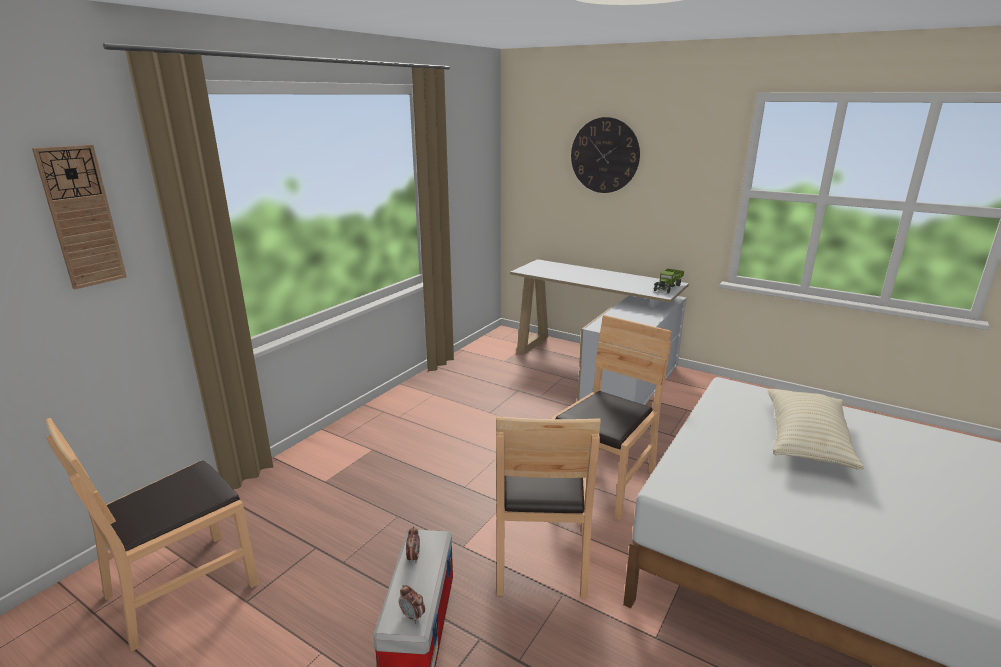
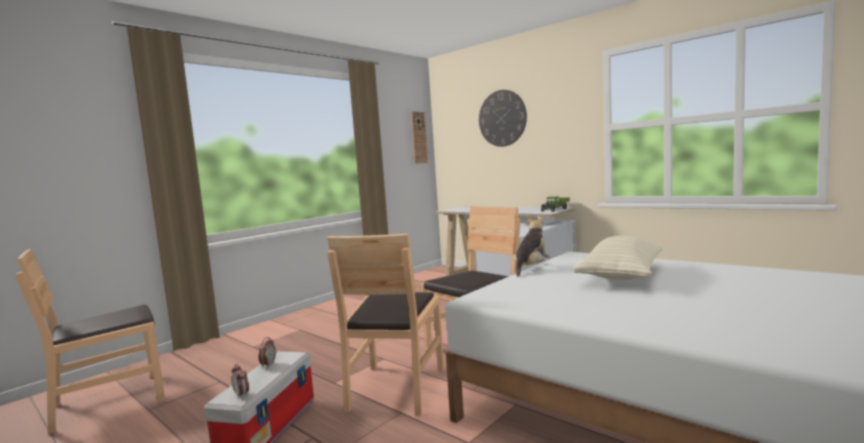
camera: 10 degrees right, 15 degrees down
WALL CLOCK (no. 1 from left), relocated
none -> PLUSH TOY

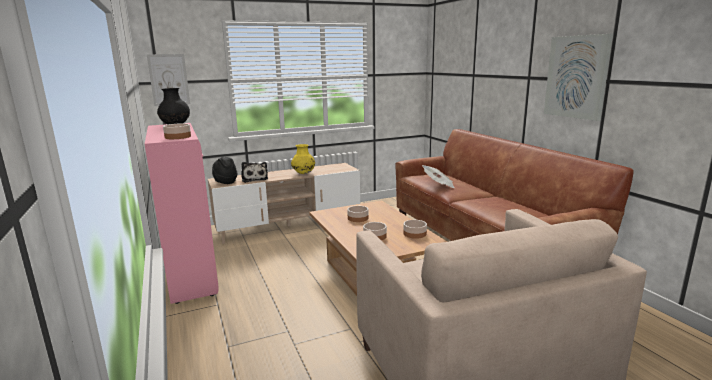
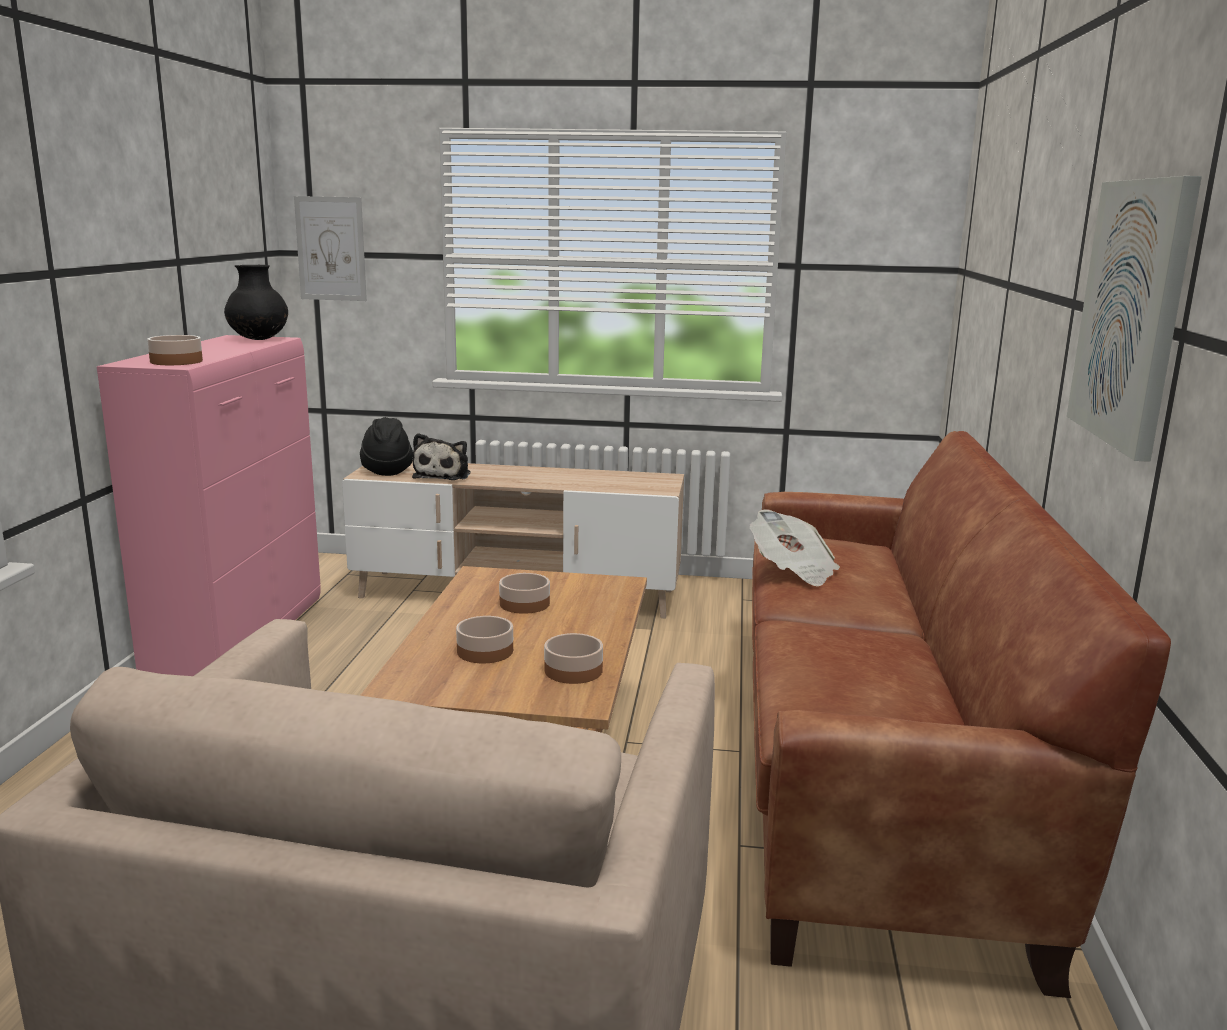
camera: 30 degrees right, 0 degrees up
YELLOW VASE -> none

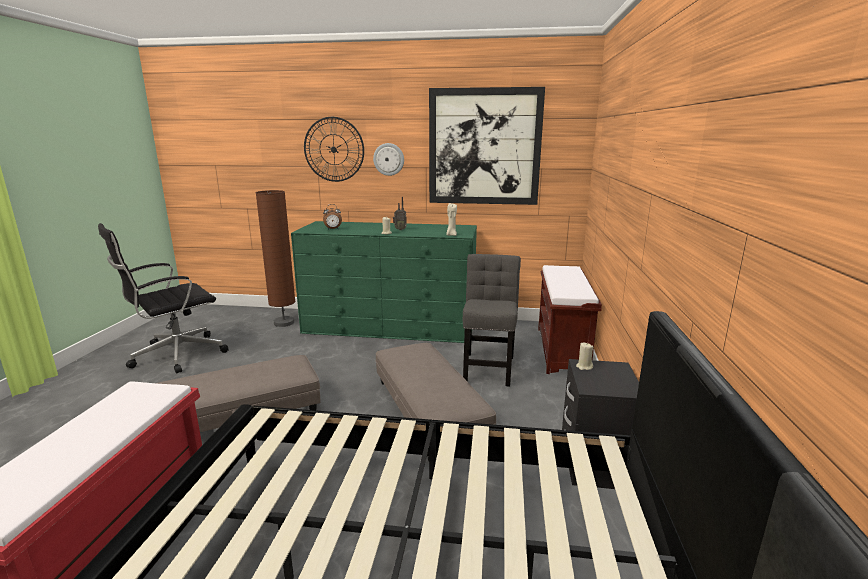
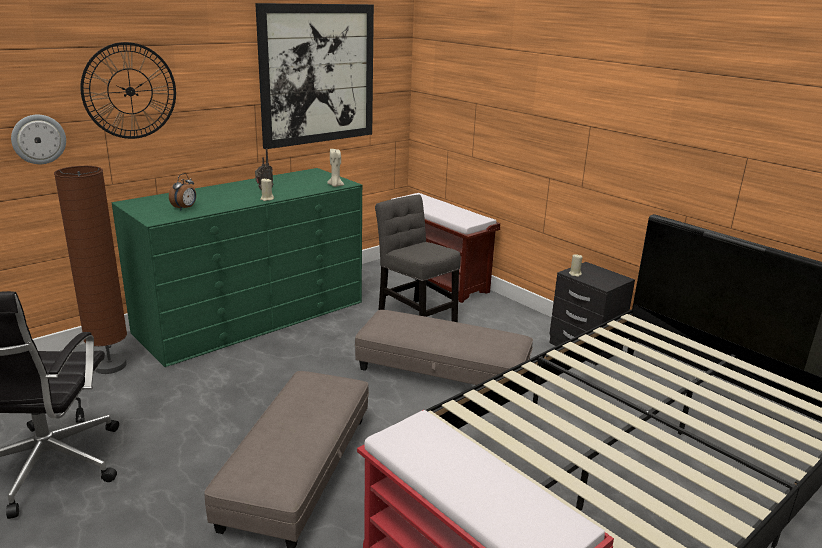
camera: 50 degrees left, 5 degrees up
WALL CLOCK (no. 2 from left in the first image) -> WALL CLOCK (no. 1 from left), relocated

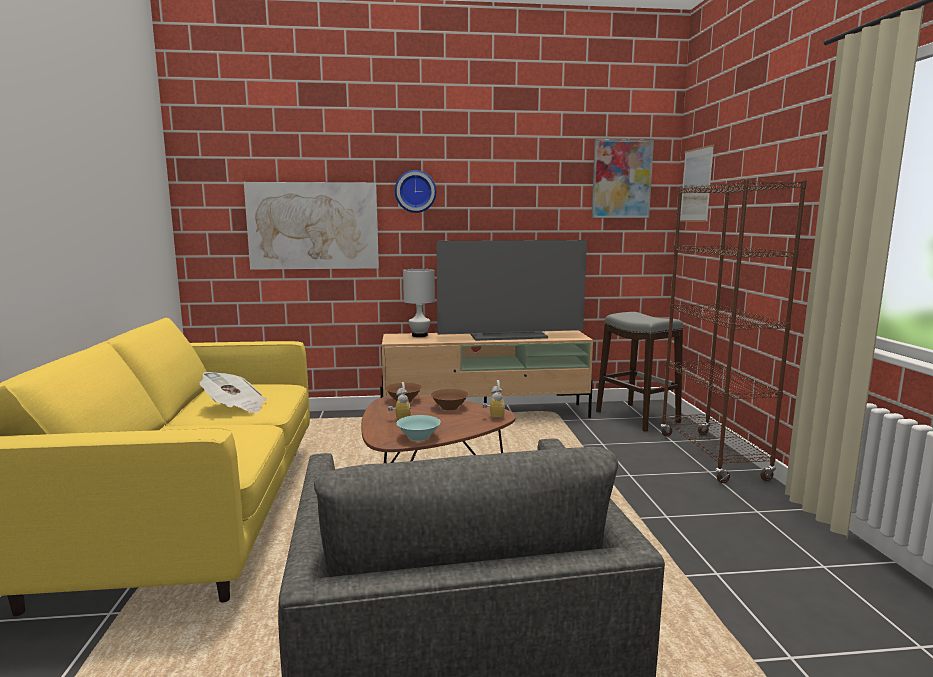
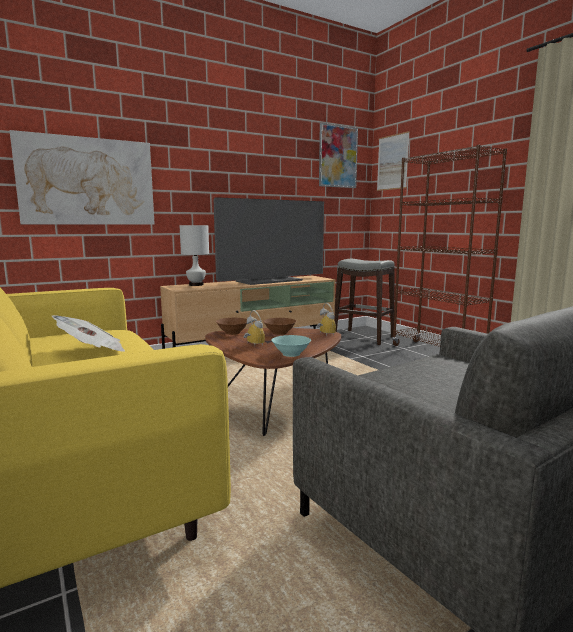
camera: 25 degrees left, 0 degrees up
WALL CLOCK -> none

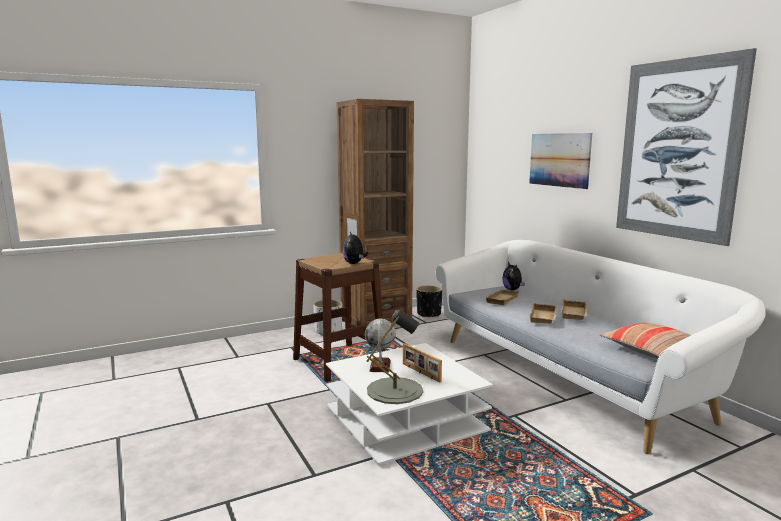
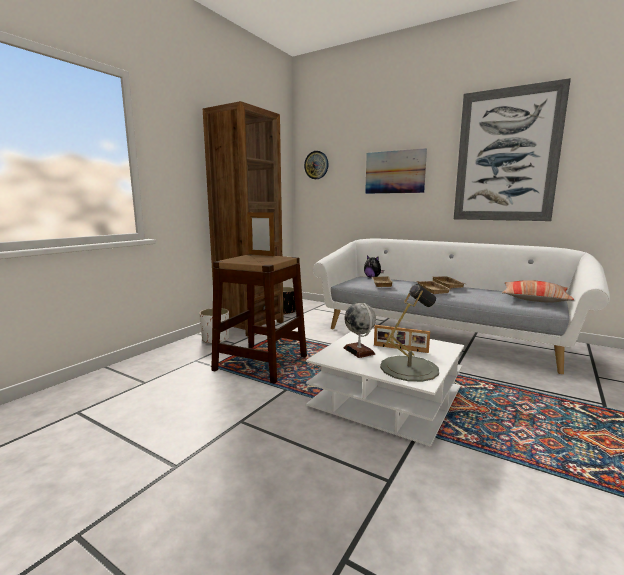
camera: 30 degrees left, 0 degrees up
PLUSH TOY (no. 1 from left) -> none
none -> WALL CLOCK

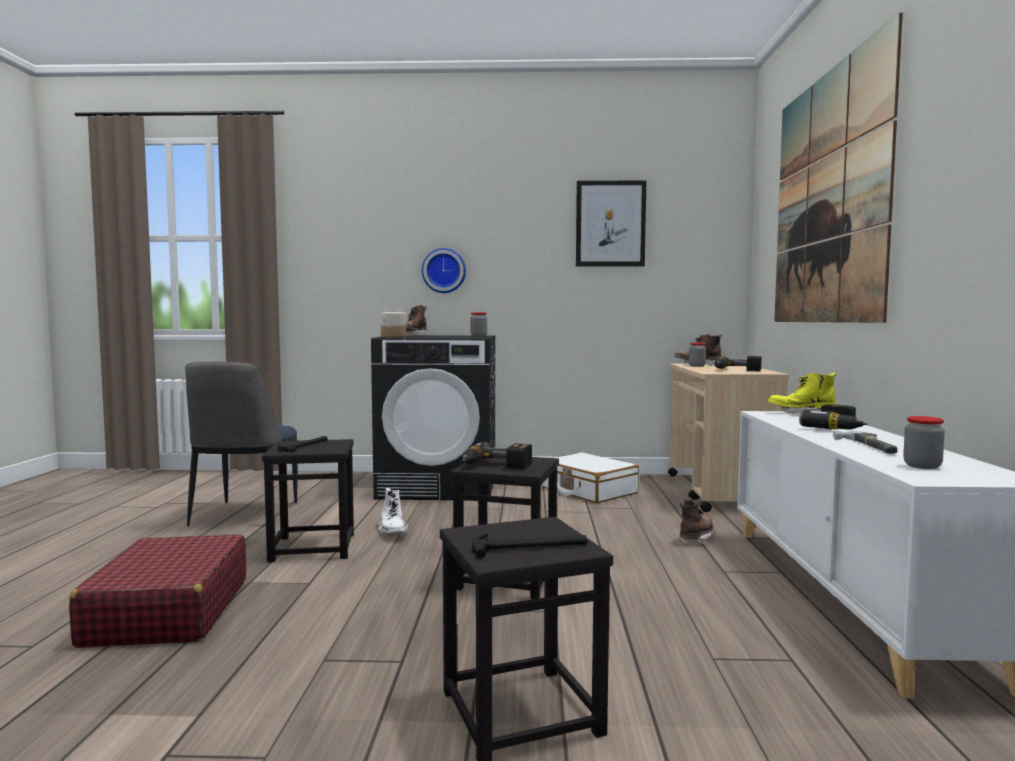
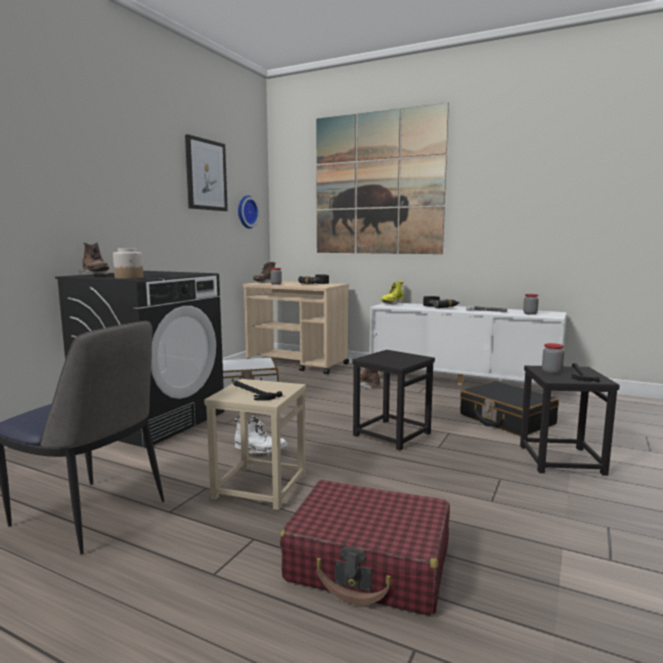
camera: 65 degrees left, 5 degrees up
WALL CLOCK, relocated
JAR (no. 2 from left in the first image) -> JAR (no. 4 from left), relocated
BLACK STOOL (no. 1 from left) -> BEIGE STOOL
POWER DRILL (no. 1 from left) -> none
none -> BLACK SUITCASE

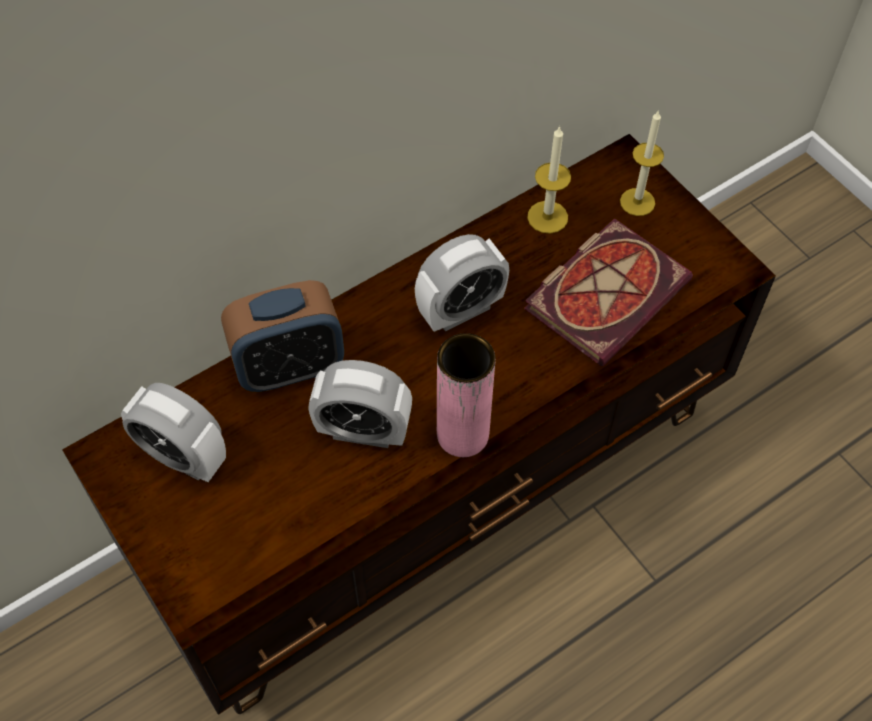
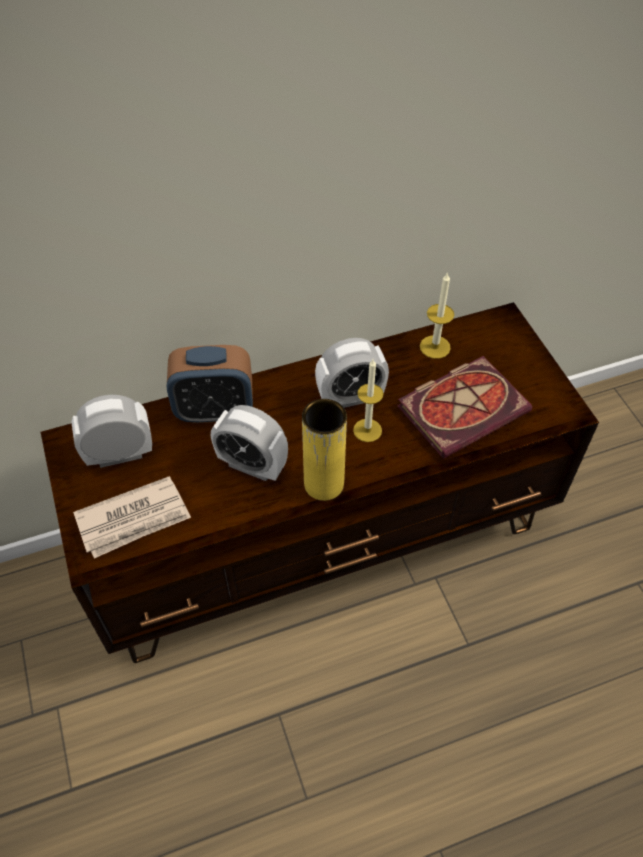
camera: 15 degrees right, 5 degrees down
CANDLE (no. 2 from left in the first image) -> CANDLE (no. 1 from left), relocated
PINK VASE -> YELLOW VASE
ALARM CLOCK (no. 1 from left), 120 degrees clockwise
none -> NEWSPAPER

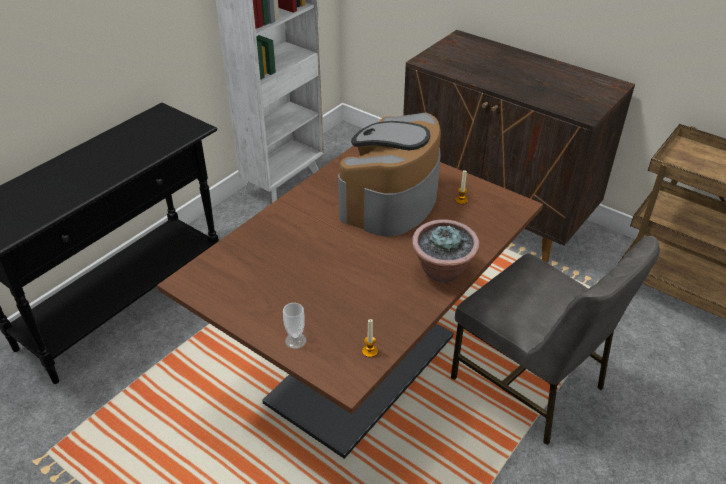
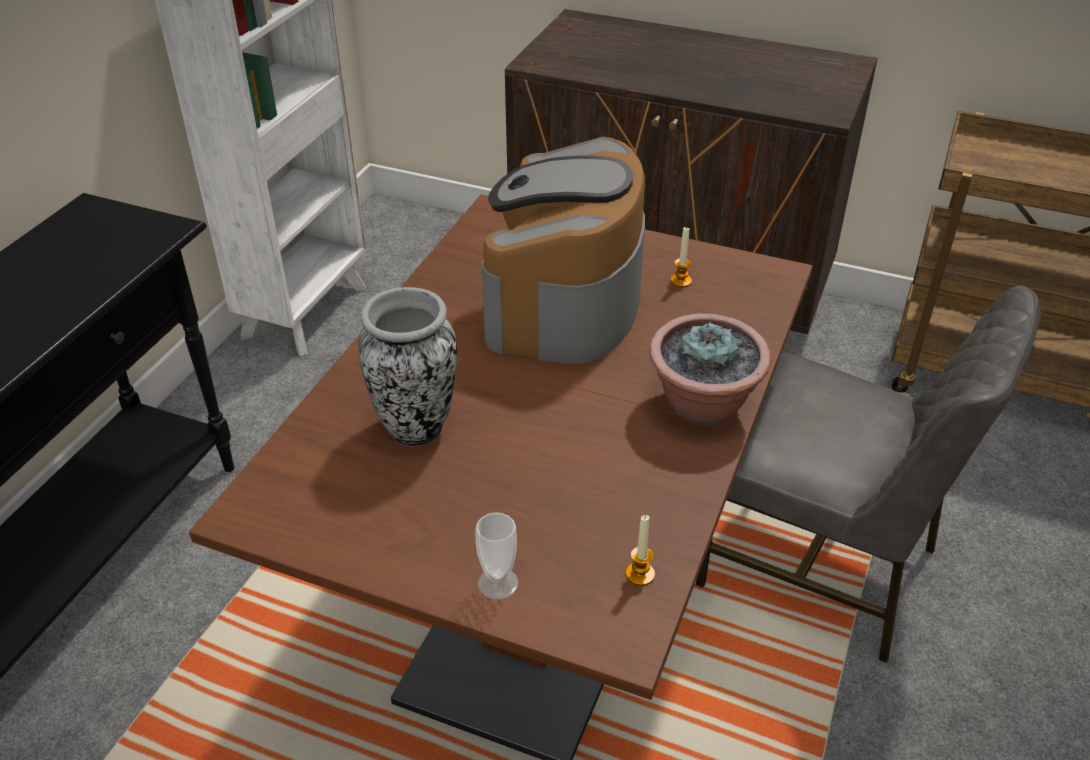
camera: 15 degrees left, 0 degrees up
none -> VASE

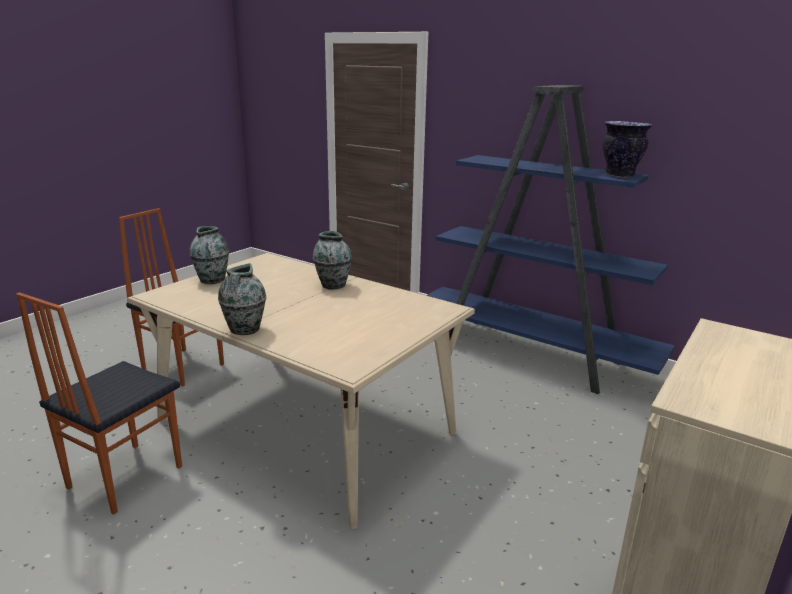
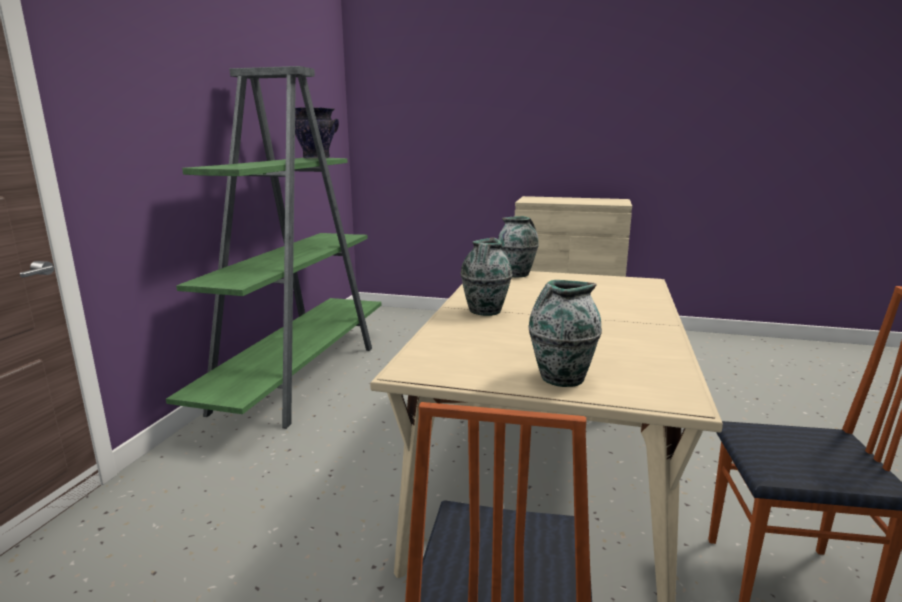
camera: 110 degrees left, 5 degrees down
BLUE BOOKCASE -> GREEN BOOKCASE
VASE (no. 2 from left in the first image) -> VASE (no. 3 from left), relocated

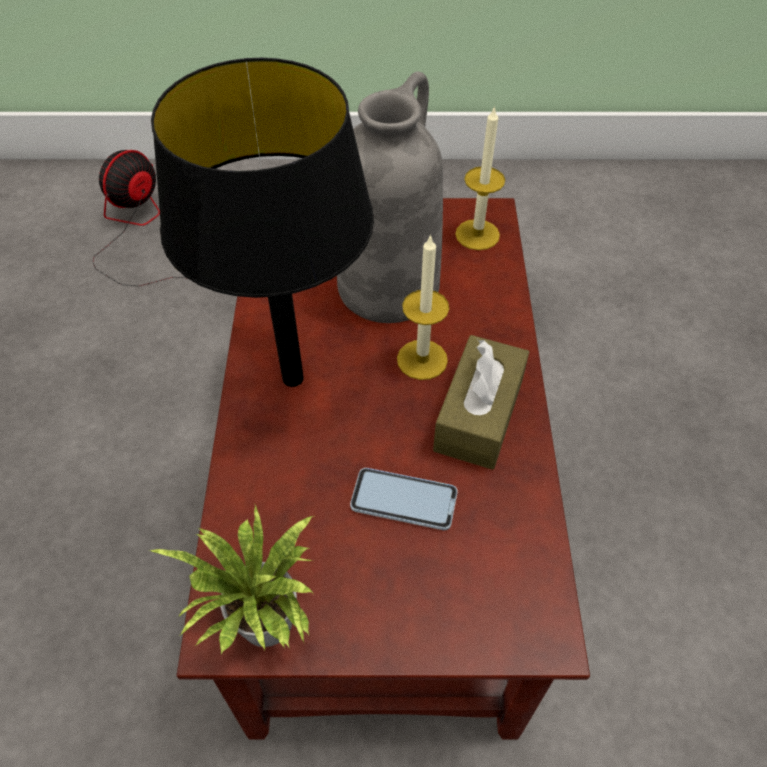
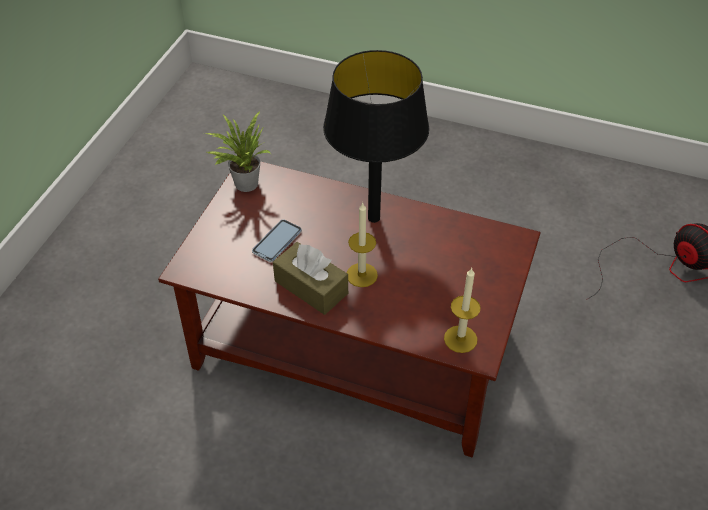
camera: 110 degrees right, 5 degrees down
GREY VASE -> none

